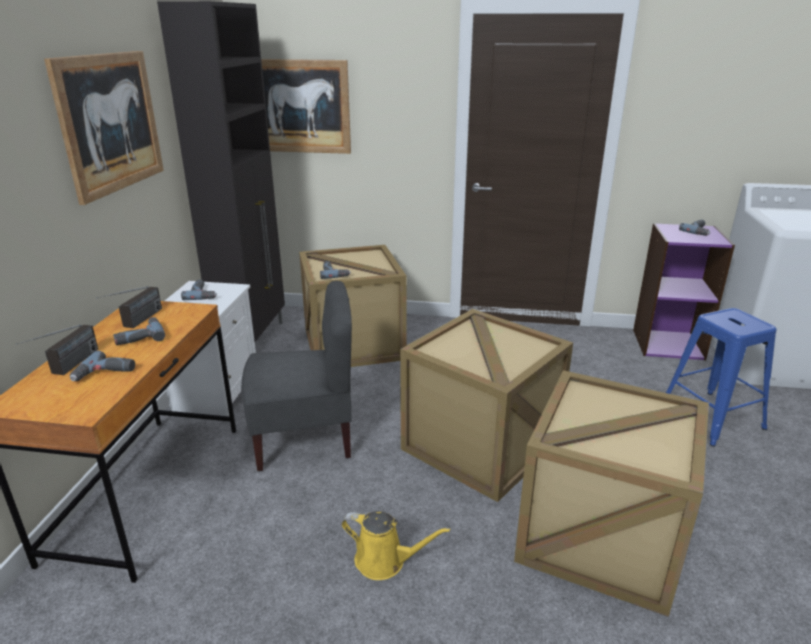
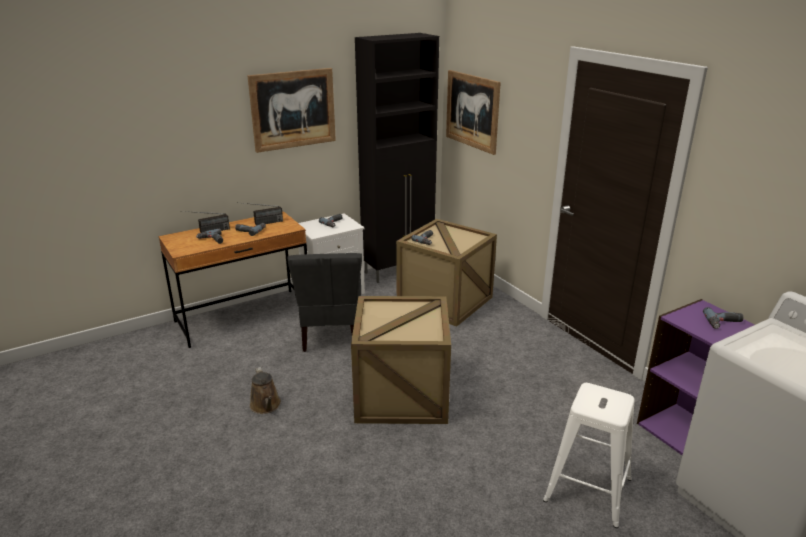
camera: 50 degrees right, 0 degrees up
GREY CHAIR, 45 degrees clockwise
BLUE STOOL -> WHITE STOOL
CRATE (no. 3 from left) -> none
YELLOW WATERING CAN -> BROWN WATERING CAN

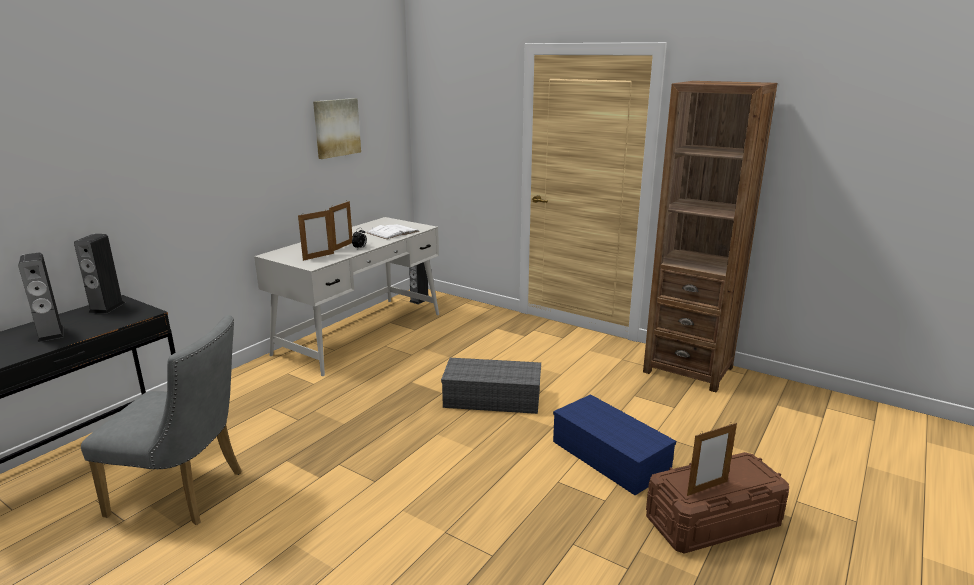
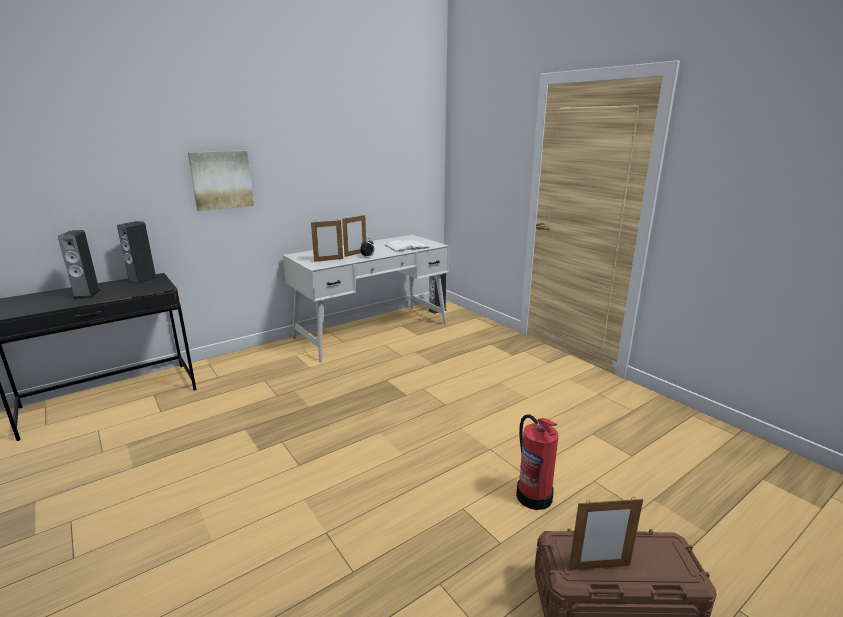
camera: 20 degrees right, 0 degrees up
BROWN BOOKCASE -> none
PICTURE, relocated
GREY CHAIR -> none
GREY STORAGE BOX -> none
BLUE STORAGE BOX -> FIRE EXTINGUISHER

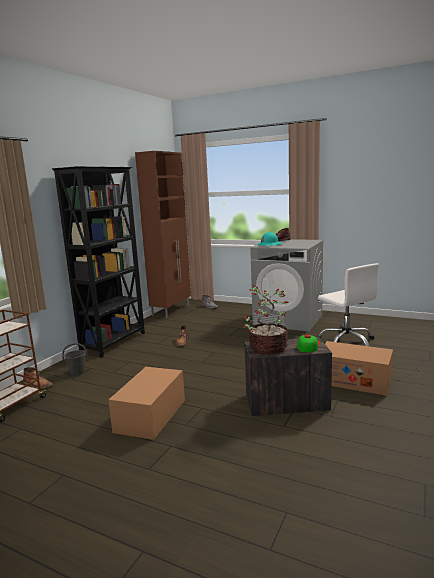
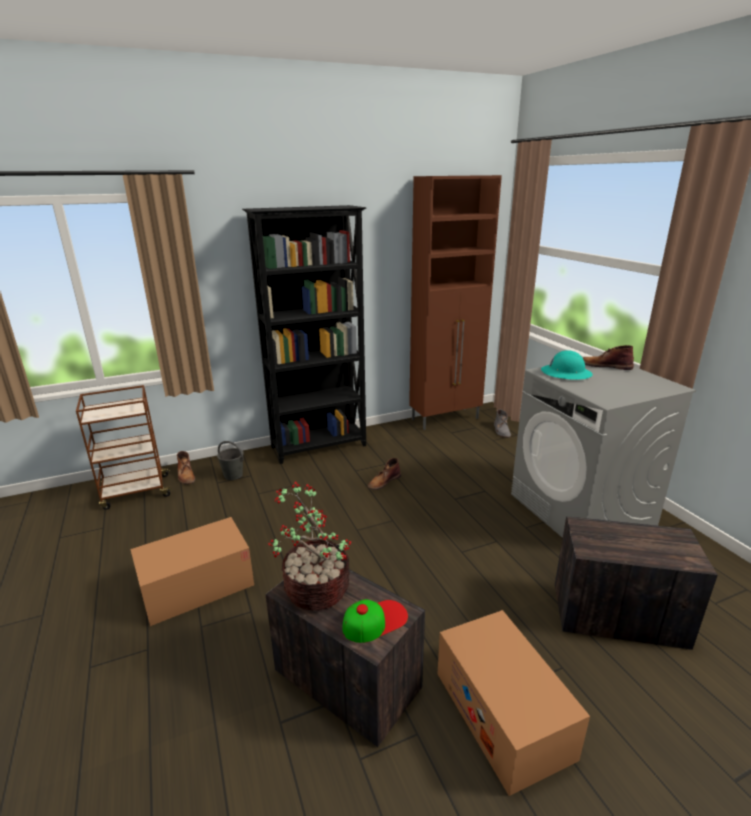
camera: 40 degrees right, 10 degrees up
WHITE OFFICE CHAIR -> CRATE (no. 2 from left)

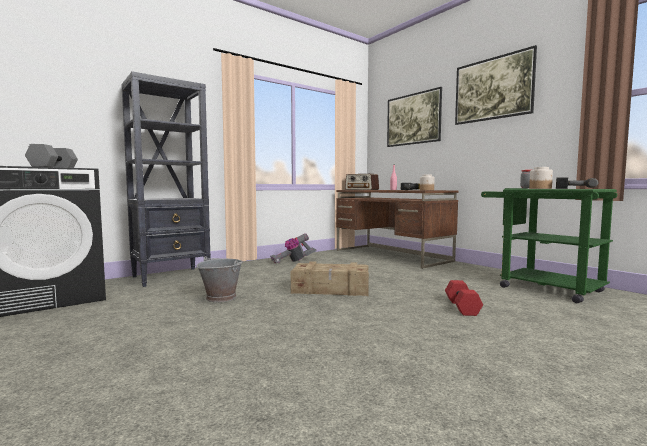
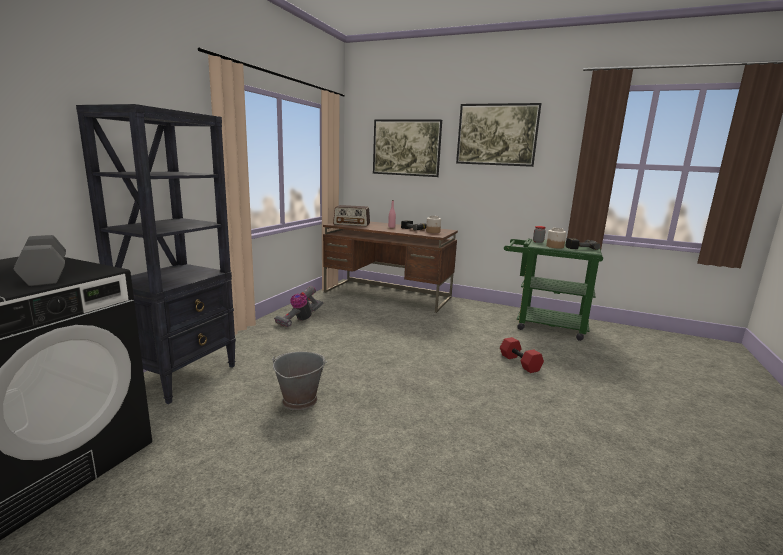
camera: 30 degrees left, 10 degrees up
CRATE -> none

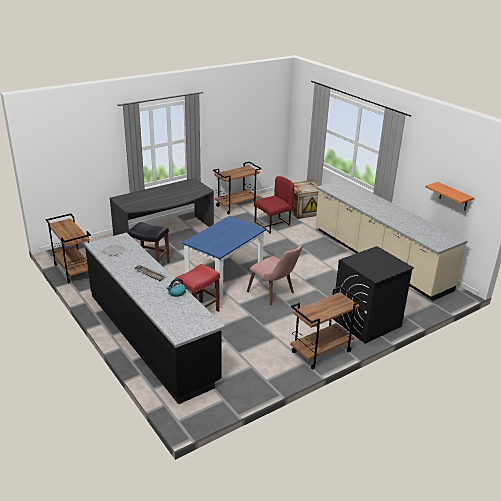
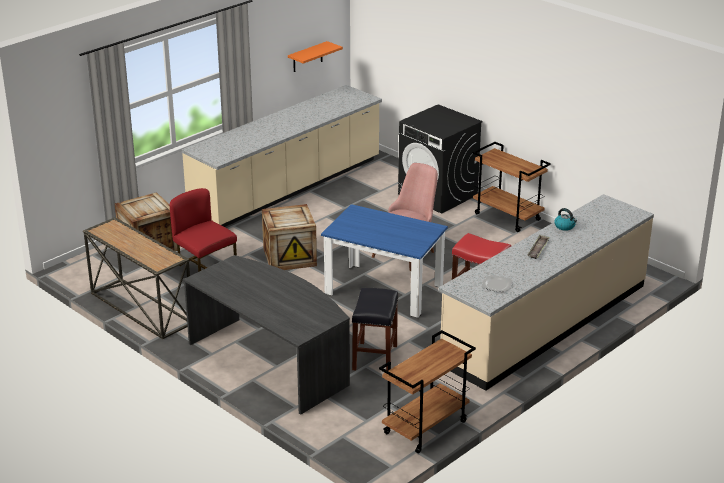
camera: 100 degrees left, 0 degrees up
BROWN CART (no. 2 from left) -> CONSOLE TABLE
BLACK COUNTER -> BEIGE COUNTER (no. 2 from left)
none -> CRATE (no. 2 from left)

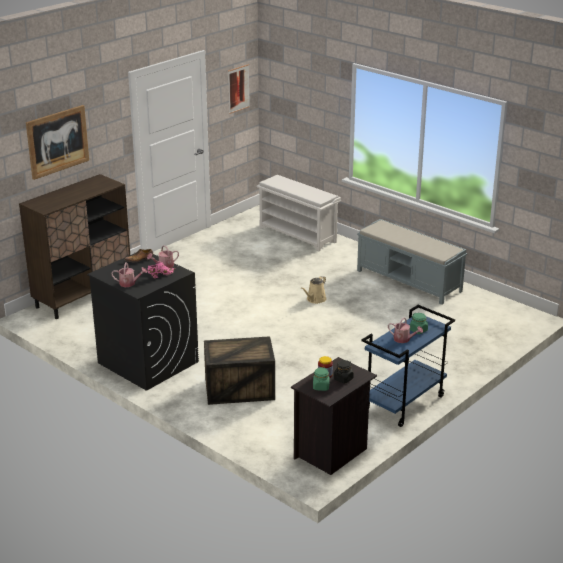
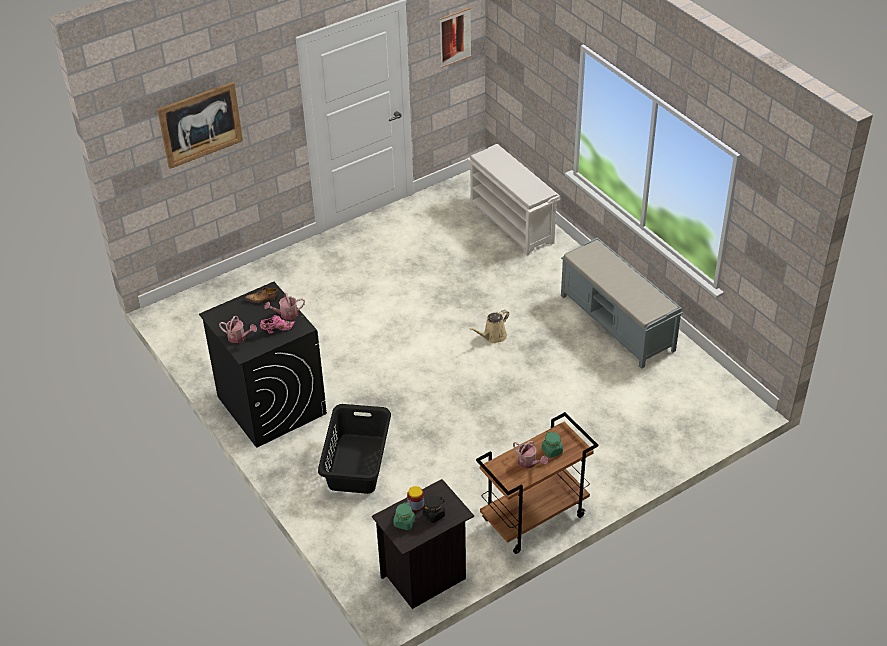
camera: 15 degrees right, 15 degrees up
BROWN CABINET -> none
BLUE CART -> BROWN CART
CRATE -> BLACK LAUNDRY BASKET

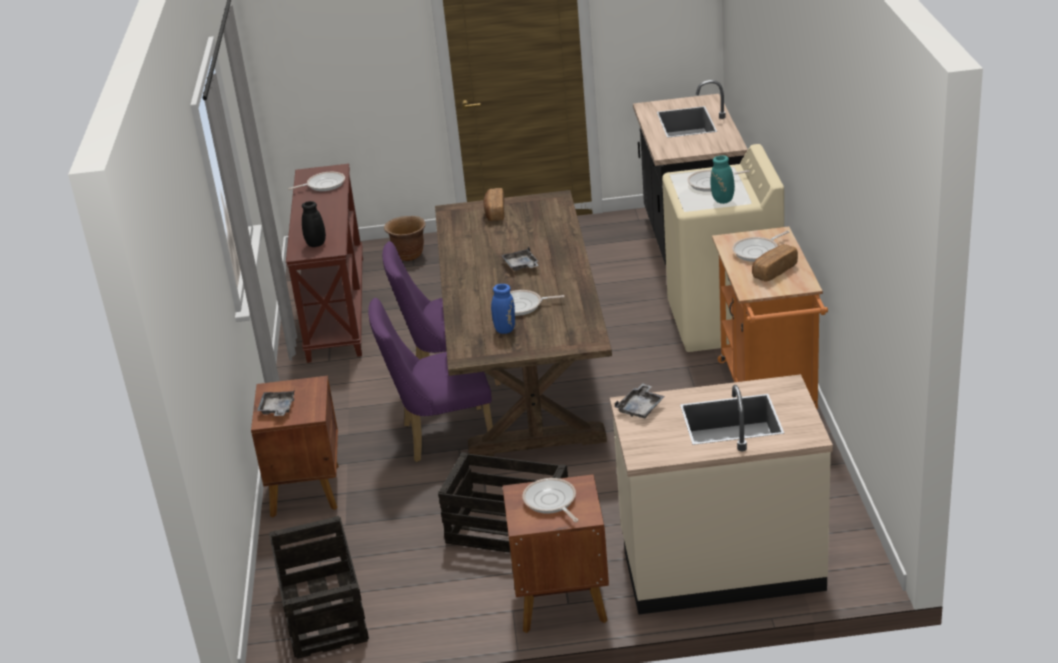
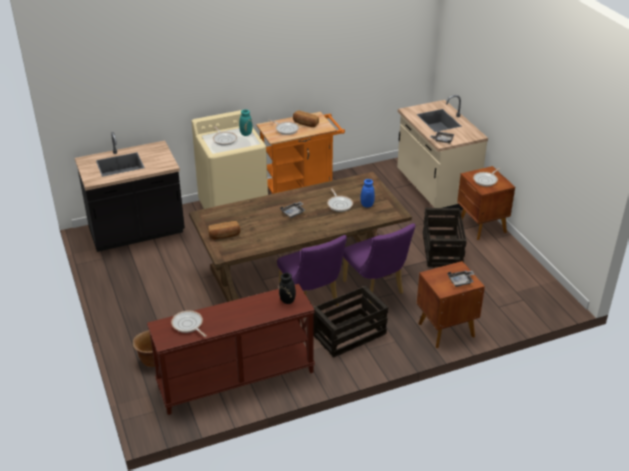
camera: 110 degrees left, 5 degrees up
CRATE (no. 1 from left), relocated

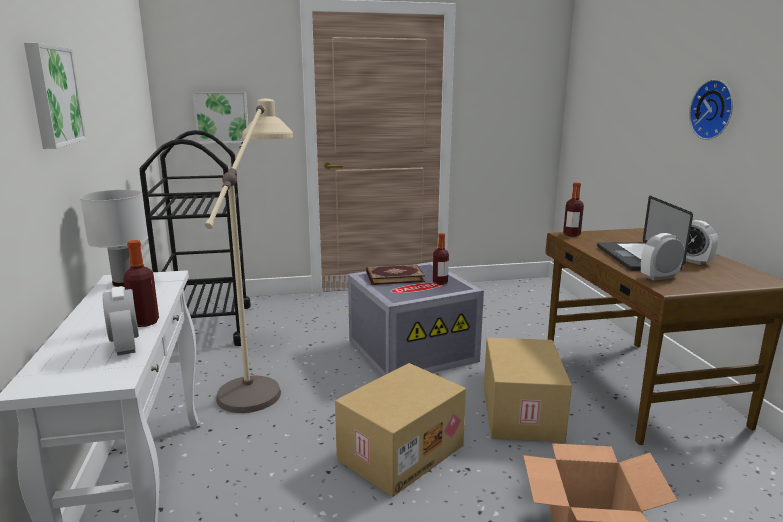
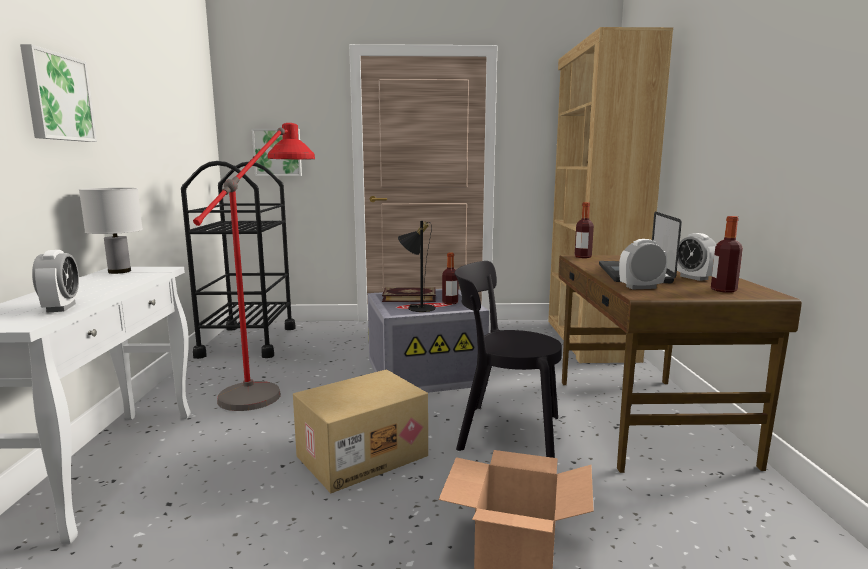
camera: 10 degrees right, 5 degrees down
WALL CLOCK -> none
BEIGE FLOOR LAMP -> RED FLOOR LAMP
BOTTLE (no. 1 from left in the first image) -> BOTTLE (no. 3 from left), relocated
CARDBOARD BOX (no. 2 from left) -> BLACK CHAIR
none -> BROWN BOOKCASE
none -> BLACK TABLE LAMP

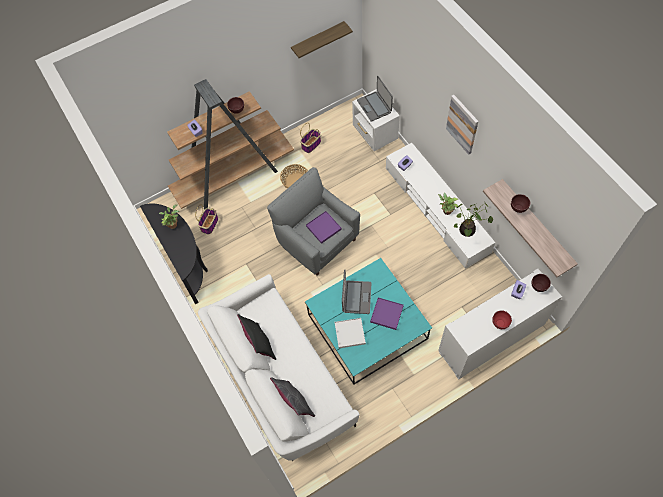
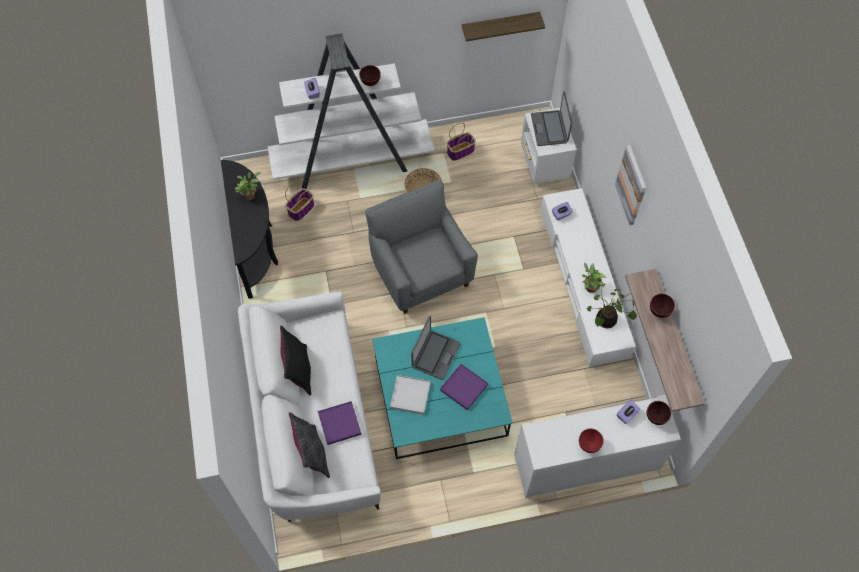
camera: 15 degrees right, 0 degrees up
BROWN BOOKCASE -> WHITE BOOKCASE
PURPLE TRAY (no. 1 from left), relocated

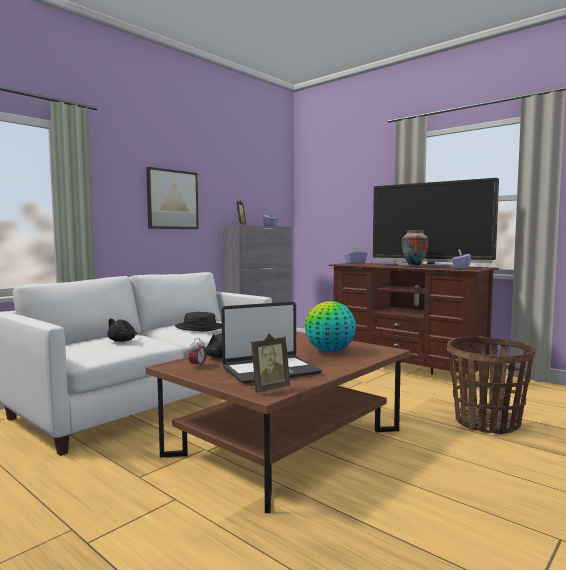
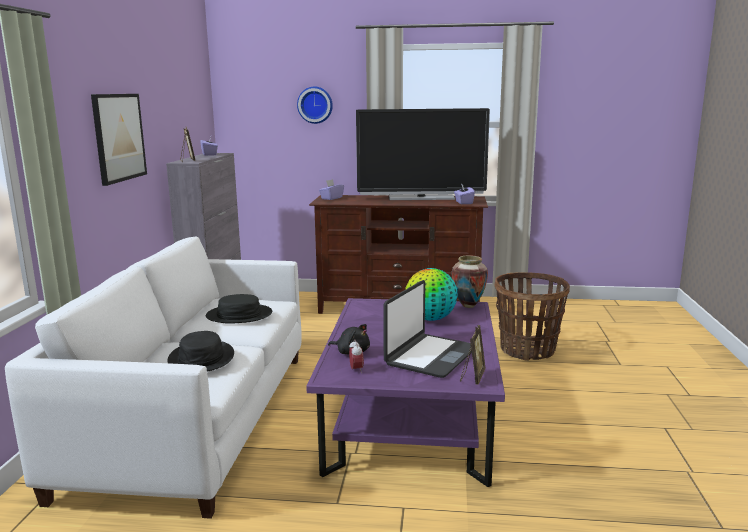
camera: 35 degrees left, 10 degrees up
VASE, relocated
BLACK PLUSH TOY (no. 1 from left) -> BLACK HAT (no. 1 from left)
BROWN COFFEE TABLE -> PURPLE COFFEE TABLE
none -> WALL CLOCK

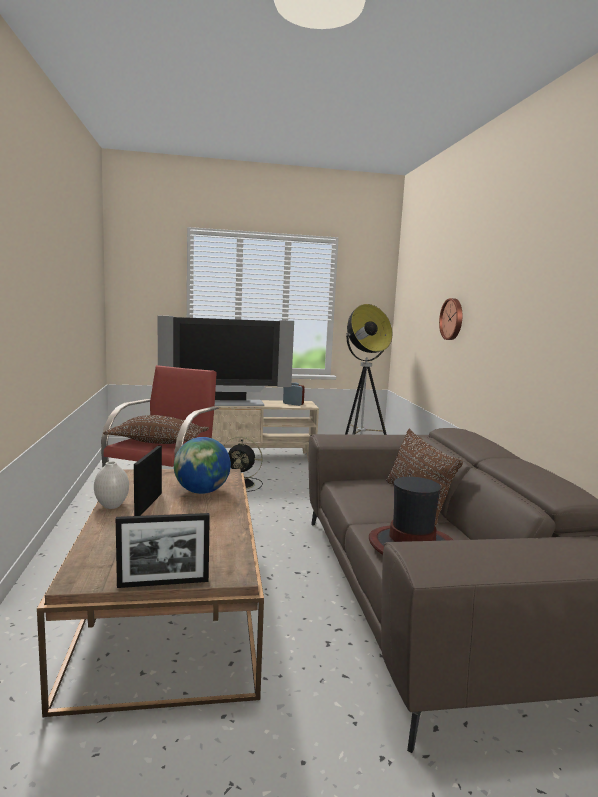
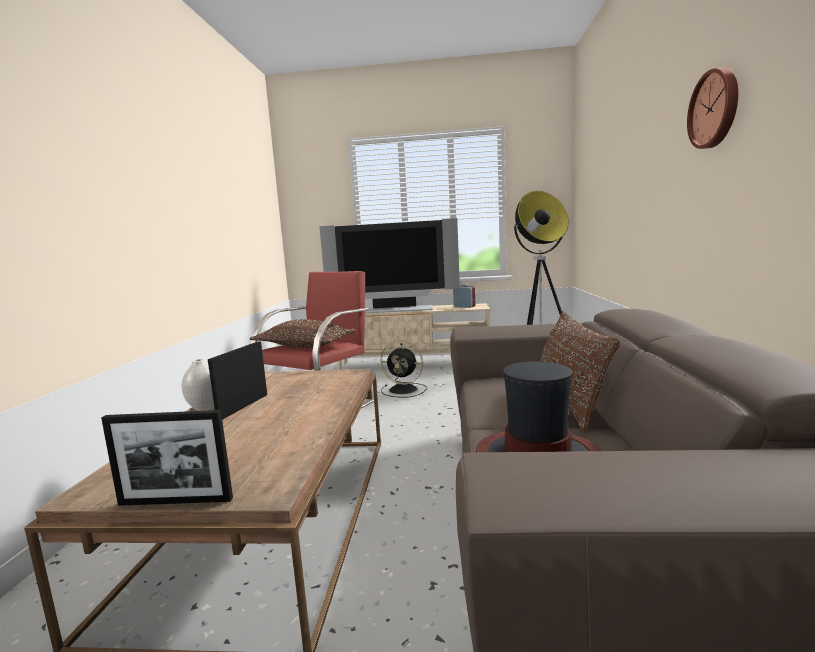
camera: 15 degrees right, 0 degrees up
WALL CLOCK, relocated
GLOBE -> none

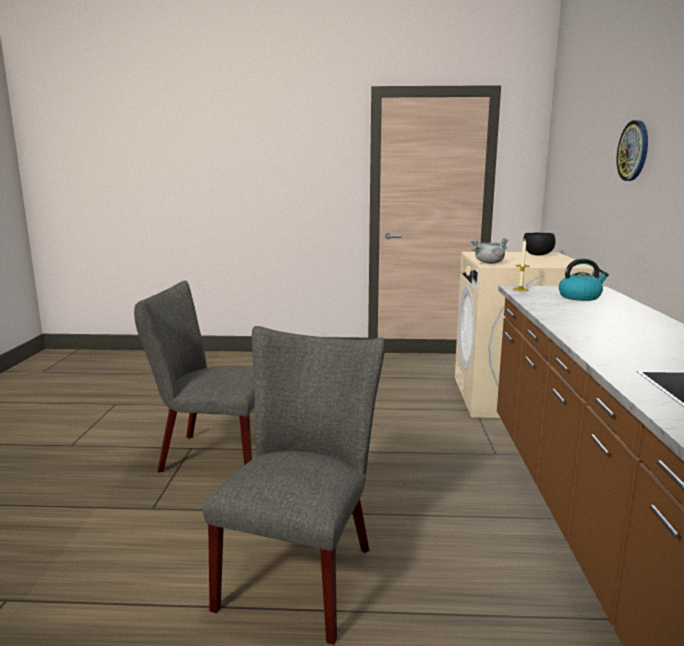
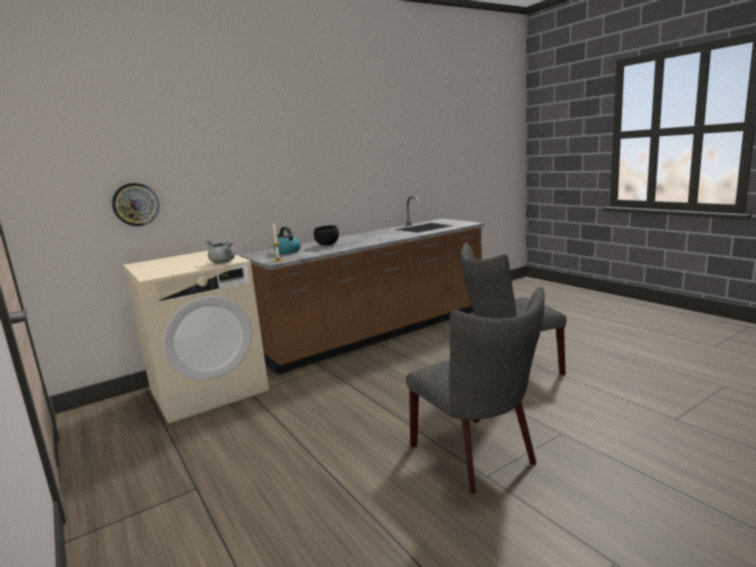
camera: 125 degrees left, 0 degrees up
WALL CLOCK, relocated
BLACK BOWL, relocated

